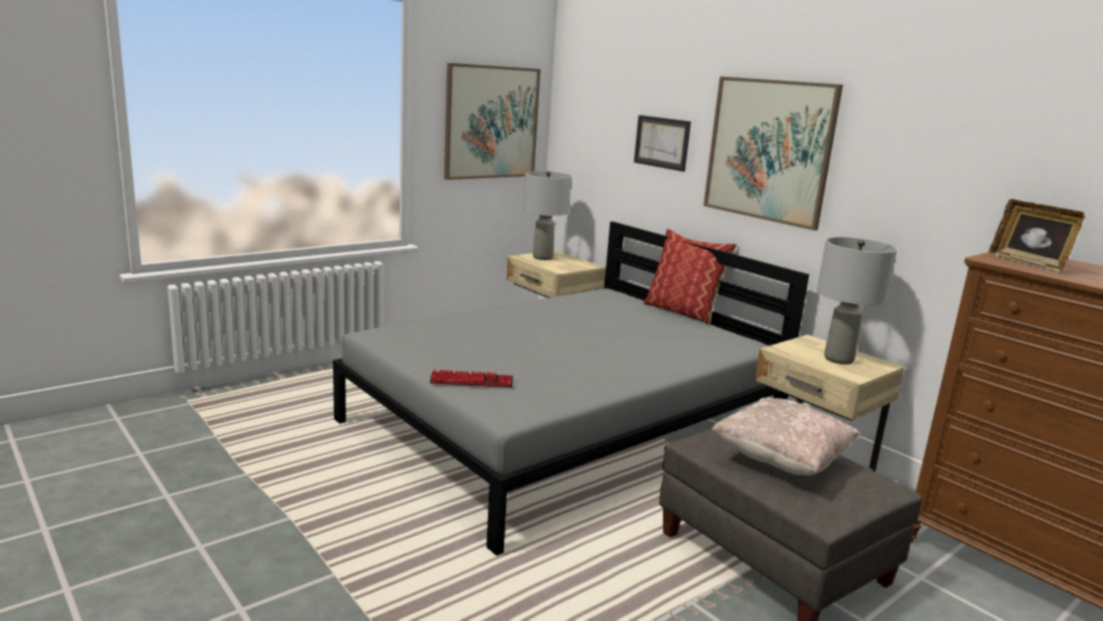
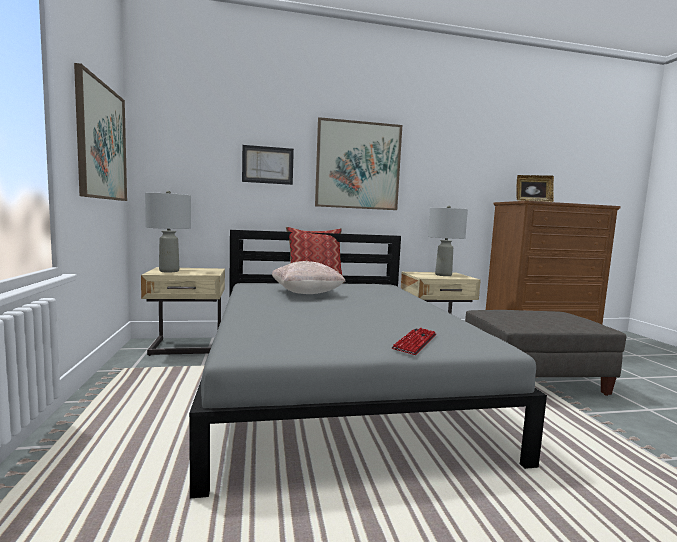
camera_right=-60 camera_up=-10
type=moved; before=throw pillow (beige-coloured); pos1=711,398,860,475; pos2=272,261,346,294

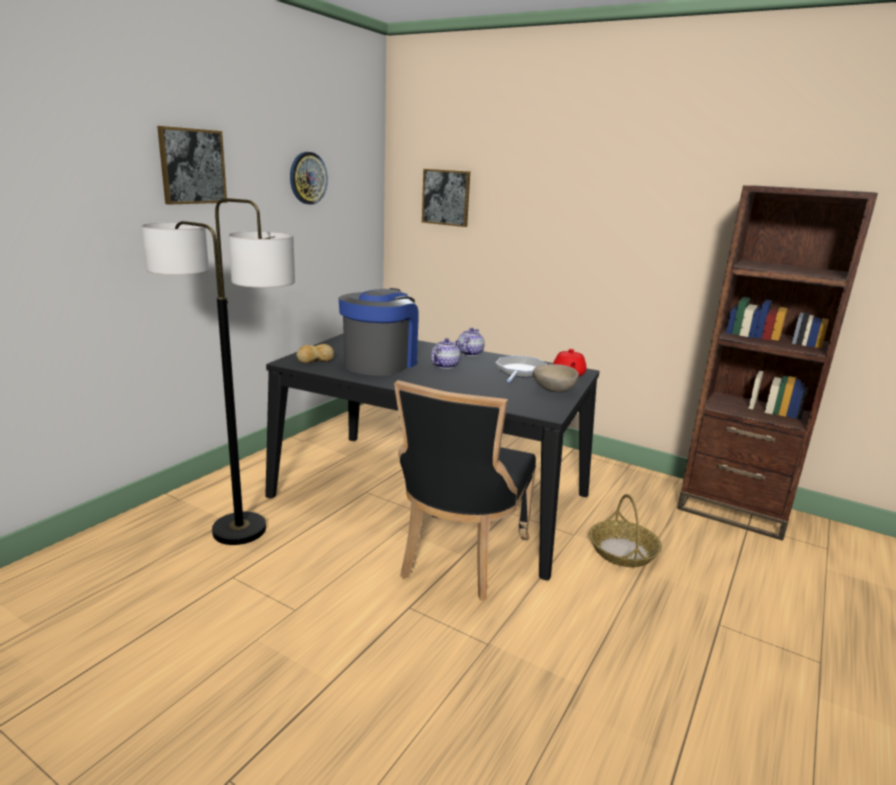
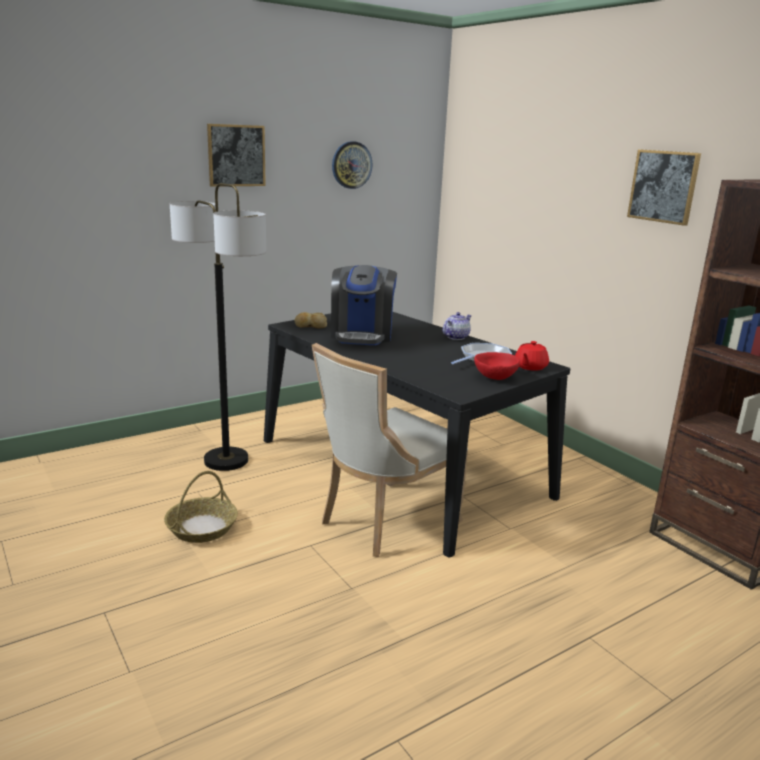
camera_right=25 camera_up=0
type=moved; before=wall art; pos1=422,169,470,227; pos2=627,149,701,226
type=turned; before=coffee maker; pos1=338,288,419,376; pos2=331,265,397,345; turn=135
type=removed; before=teapot; pos1=431,338,461,369
type=recoloured; before=deep dish (beige-coloured); after=deep dish (red-coloured); pos1=533,364,579,392; pos2=474,352,520,380
type=recoloured; before=chair (black); after=chair (beige-coloured); pos1=394,380,536,601; pos2=312,343,468,557
type=moved; before=household basket; pos1=589,494,662,567; pos2=164,471,238,543

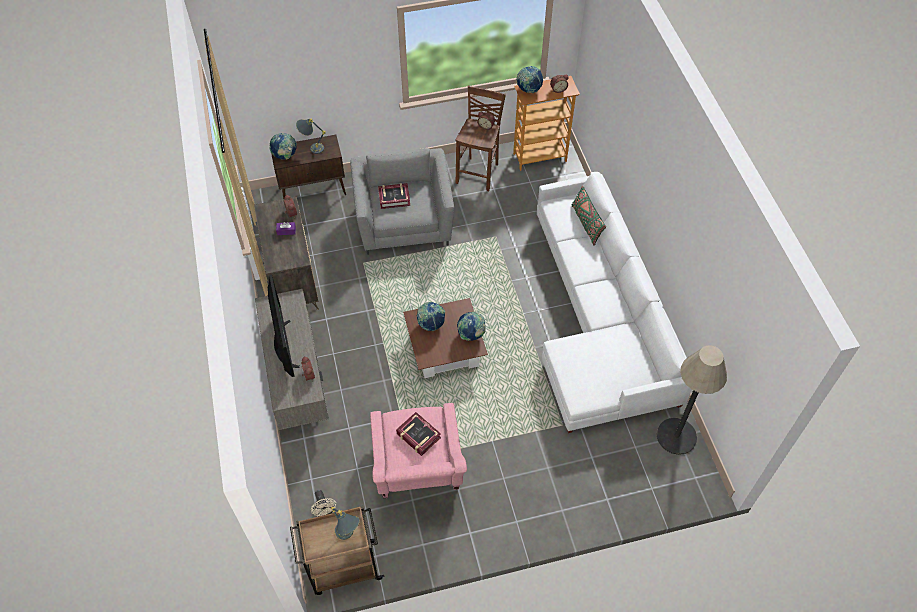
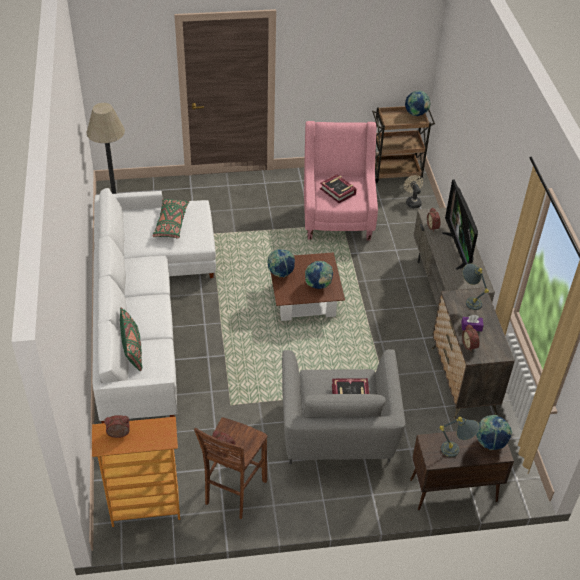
camera_right=-175 camera_up=-10
type=moved; before=globe; pos1=516,66,543,93; pos2=405,91,431,116
type=moved; before=tabletop lamp (gray); pos1=331,507,360,540; pos2=462,263,489,310
type=added; after=throw pillow (greenish); pos2=152,199,189,239

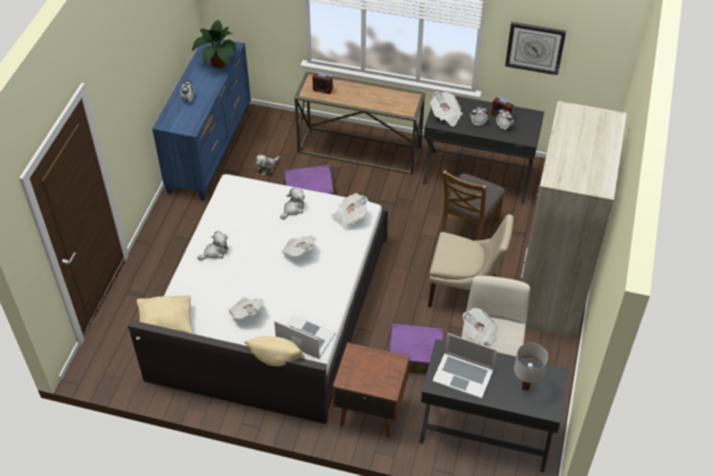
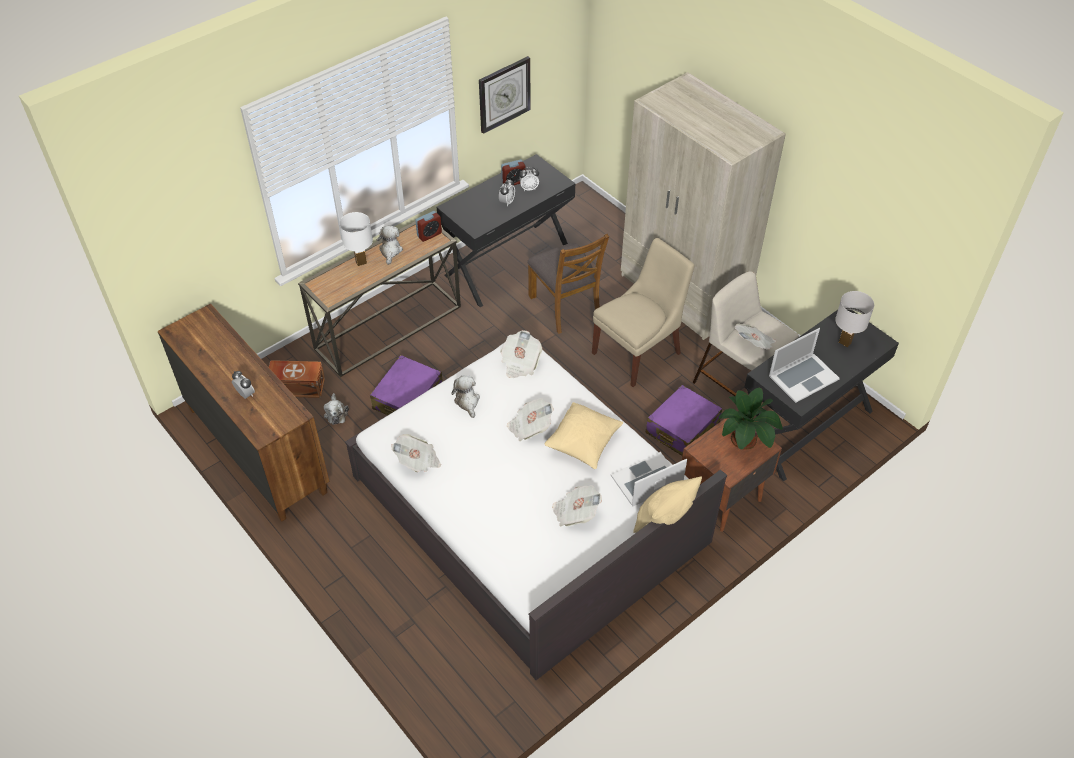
camera_right=-55 camera_up=0
type=moved; before=plant in a pot; pos1=192,20,237,68; pos2=719,388,782,450
type=recoloured; before=drawer chest (blue); after=drawer chest (brown); pos1=152,40,251,200; pos2=158,303,330,522
type=moved; before=table clock; pos1=312,71,333,94; pos2=415,211,442,242
type=moved; before=newspaper; pos1=430,91,463,126; pos2=391,434,441,472
type=moved; before=soft toy; pos1=197,231,228,260; pos2=377,226,403,265
type=moved; before=throw pillow (beige-coloured); pos1=136,295,193,340; pos2=544,402,623,469
type=added; after=tabletop lamp (white); pos2=339,212,373,266
type=added; after=storage bin (brown); pos2=269,360,325,398

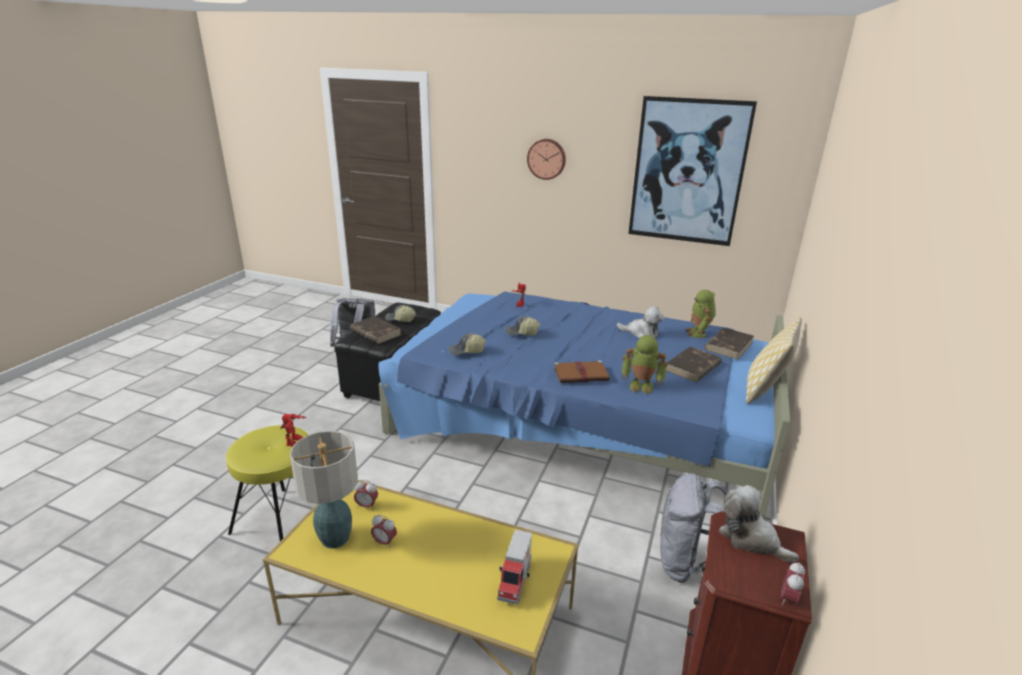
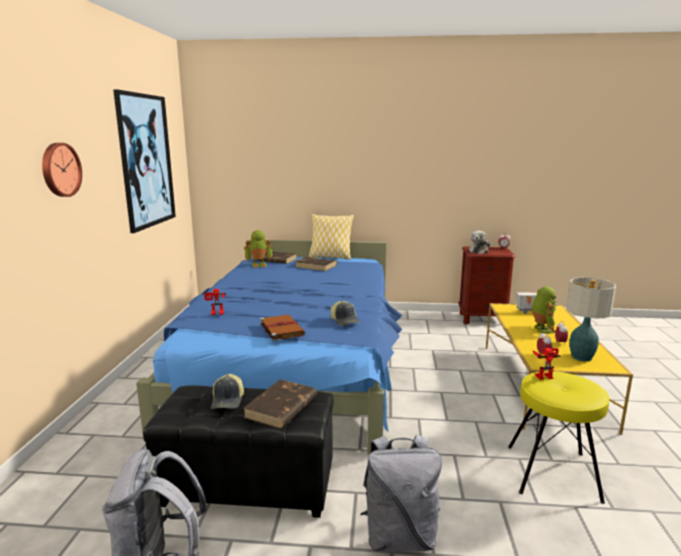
camera_right=-105 camera_up=-10
type=removed; before=soft toy; pos1=617,306,664,338
type=removed; before=baseball cap; pos1=505,316,541,335
type=moved; before=model robot; pos1=621,335,668,395; pos2=532,286,556,334
type=moved; before=book (brown); pos1=554,360,610,383; pos2=260,315,305,341
type=moved; before=knapsack (gray); pos1=660,473,727,583; pos2=361,435,442,552

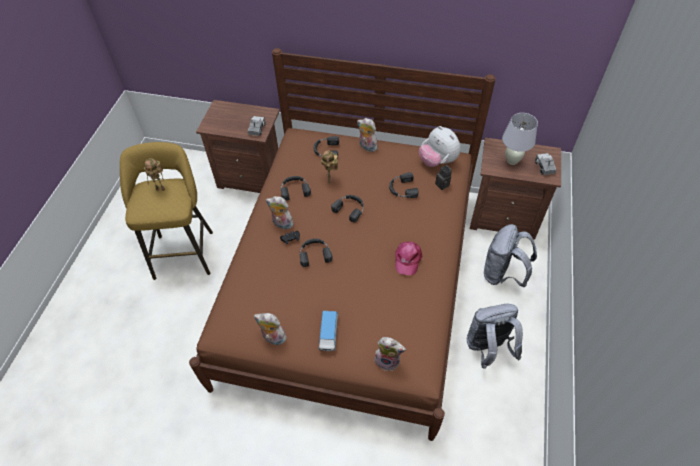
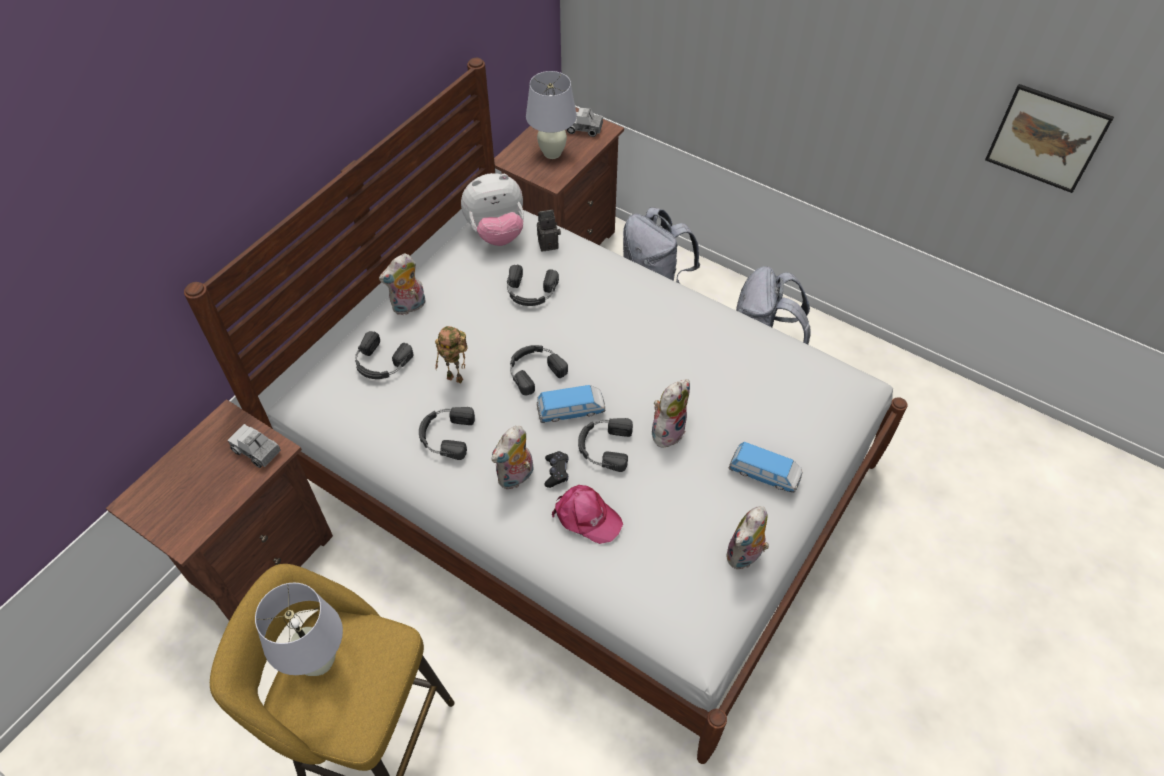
camera_right=-70 camera_up=0
type=recoloured; before=sleeping bed (brown); after=sleeping bed (white); pos1=189,48,496,441; pos2=184,58,908,764
type=replaced; before=model robot; after=tabletop lamp (white); pos1=144,159,165,191; pos2=255,583,343,676
type=moved; before=baseball cap (pink); pos1=395,242,422,275; pos2=552,485,623,544
type=moved; before=soft toy; pos1=374,337,406,371; pos2=652,379,690,451
type=added; after=wall art; pos2=985,84,1114,193
type=added; after=miniature car; pos2=537,385,605,423

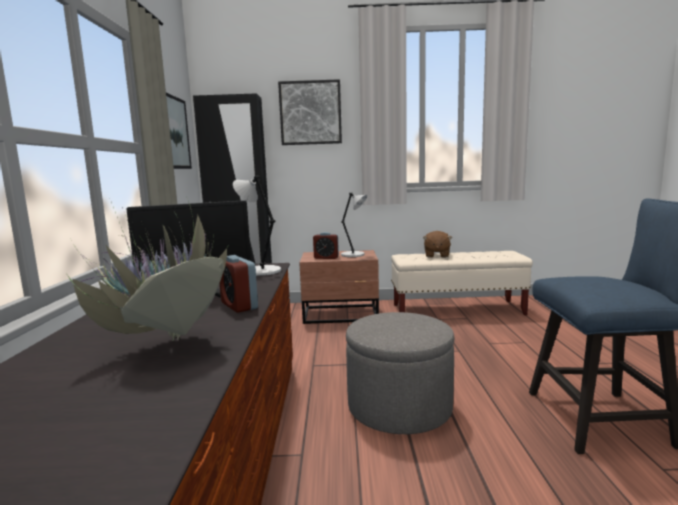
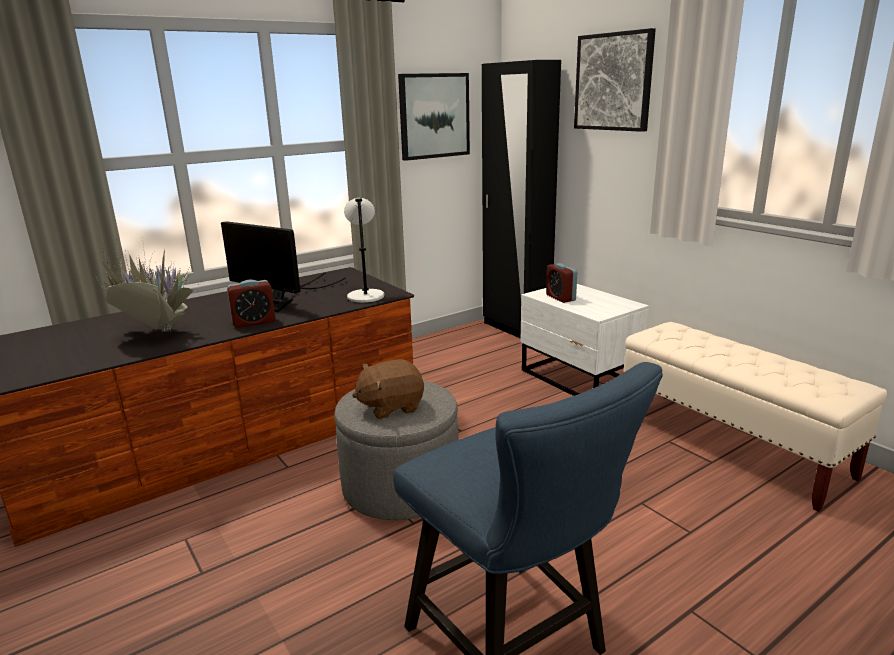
camera_right=55 camera_up=10
type=removed; before=tabletop lamp (gray); pos1=341,192,367,257
type=moved; before=soft toy (brown); pos1=423,231,452,258; pos2=352,359,424,419
type=recoloured; before=nightstand (brown); after=nightstand (white); pos1=299,250,379,324; pos2=521,284,649,396
type=turned; before=table clock; pos1=220,255,258,313; pos2=227,280,276,328; turn=-135

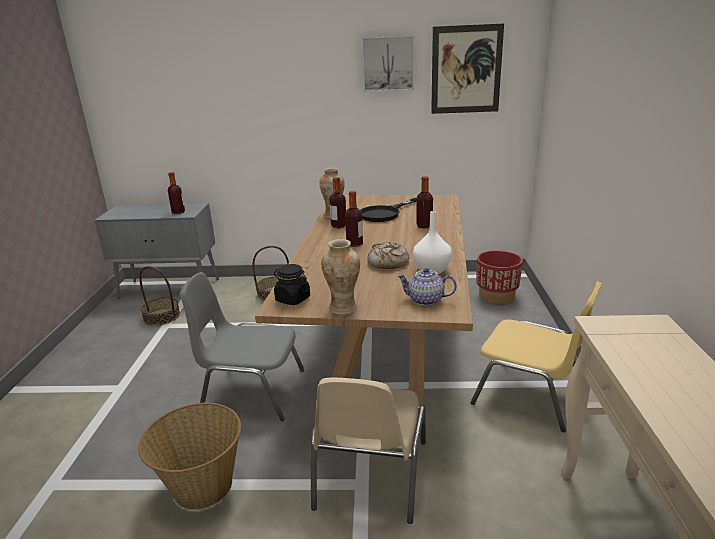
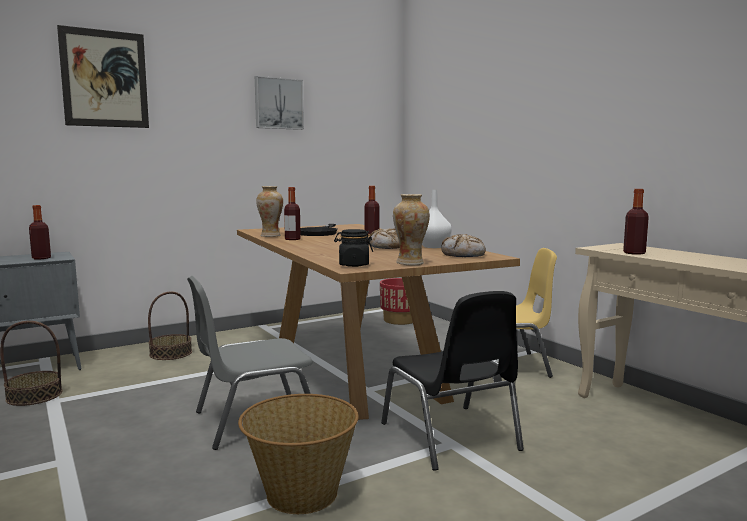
camera_right=-35 camera_up=-15
type=moved; before=wall art; pos1=431,24,504,114; pos2=57,25,149,128
type=moved; before=beverage bottle; pos1=345,191,363,247; pos2=623,189,649,255
type=replaced; before=teapot; after=bakery bread; pos1=397,268,457,306; pos2=441,234,486,257
type=recoloured; before=chair (beige-coloured); after=chair (black); pos1=310,377,426,524; pos2=381,291,524,471

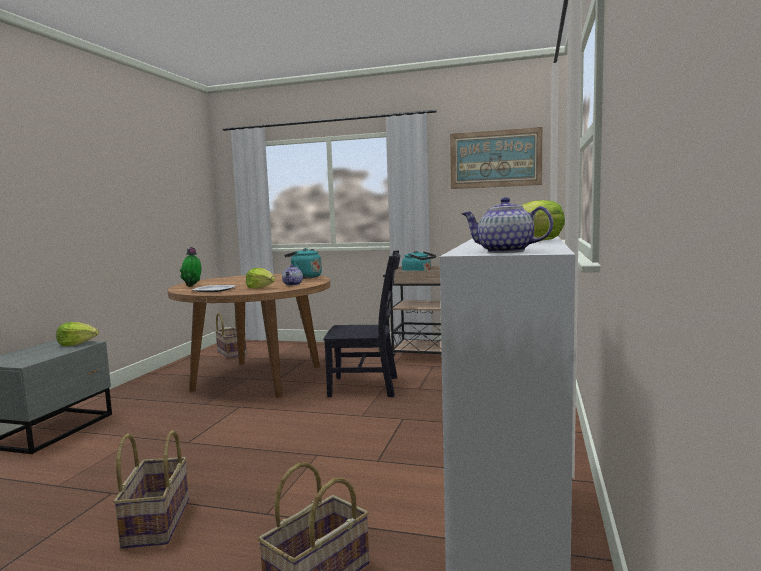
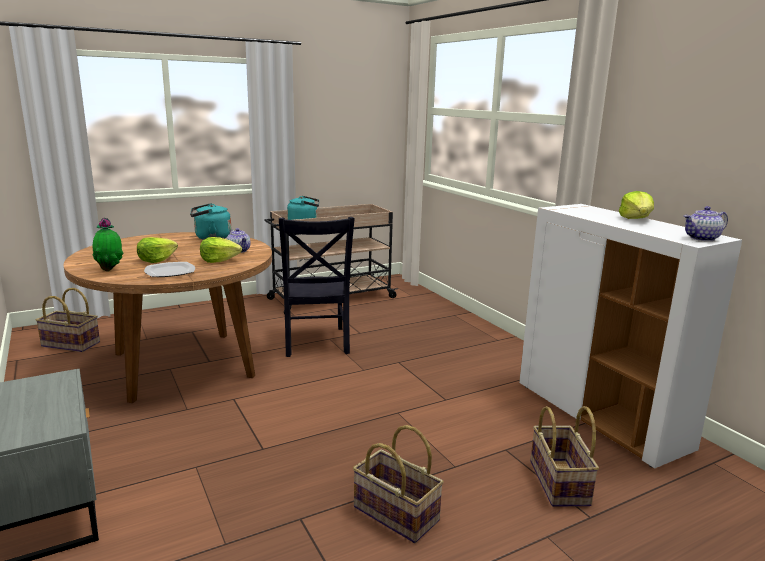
camera_right=-45 camera_up=10
type=removed; before=wall art; pos1=450,127,542,189
type=turned; before=chair (black); pos1=323,251,400,397; pos2=279,217,355,357; turn=120
type=moved; before=lettuce head; pos1=56,322,99,346; pos2=137,237,178,263

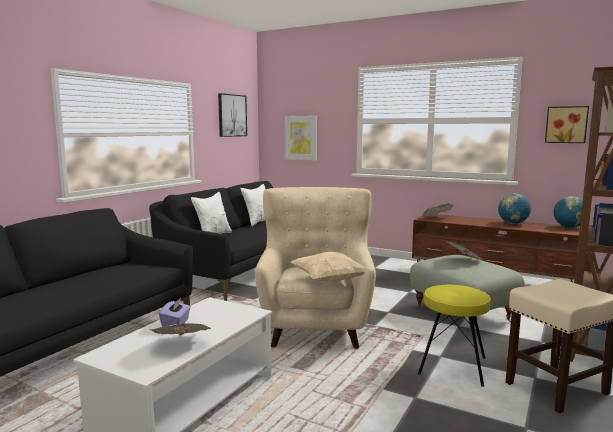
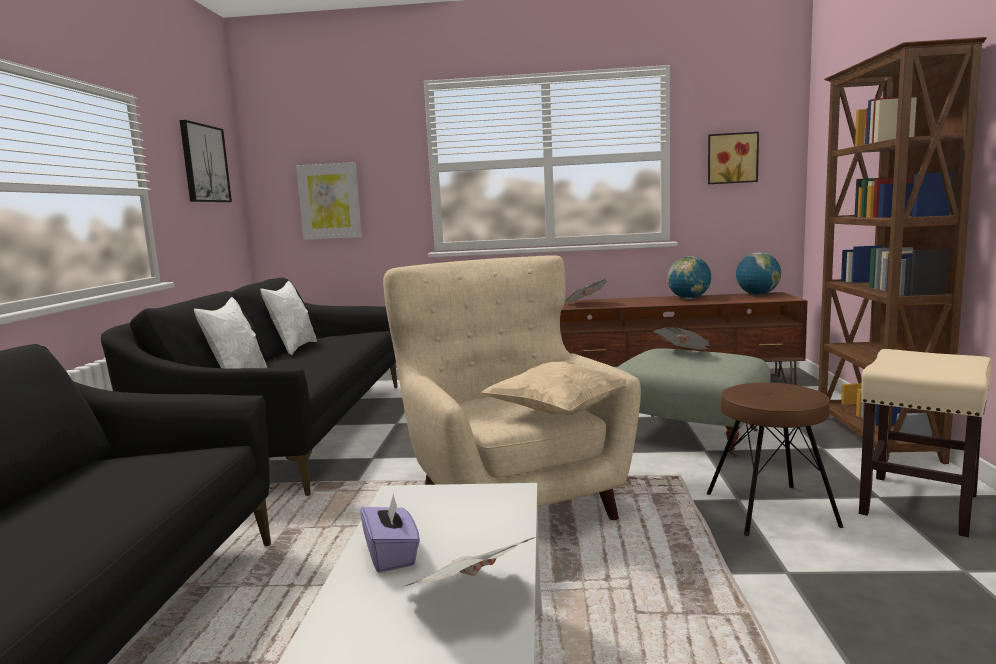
camera_right=-25 camera_up=0
type=recoloured; before=stool (yellow); after=stool (brown); pos1=418,285,491,387; pos2=707,382,844,536

